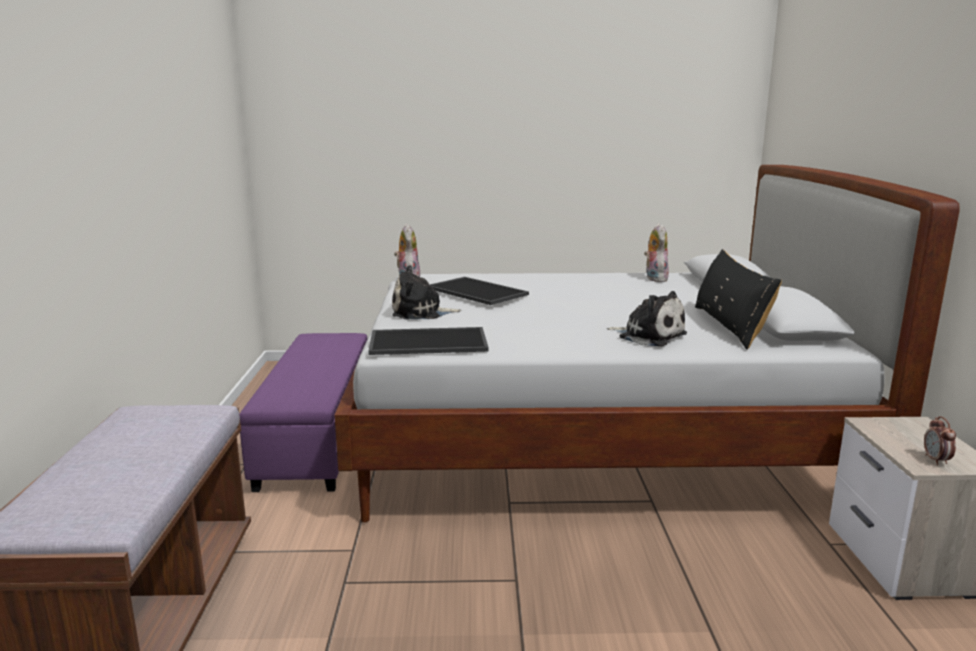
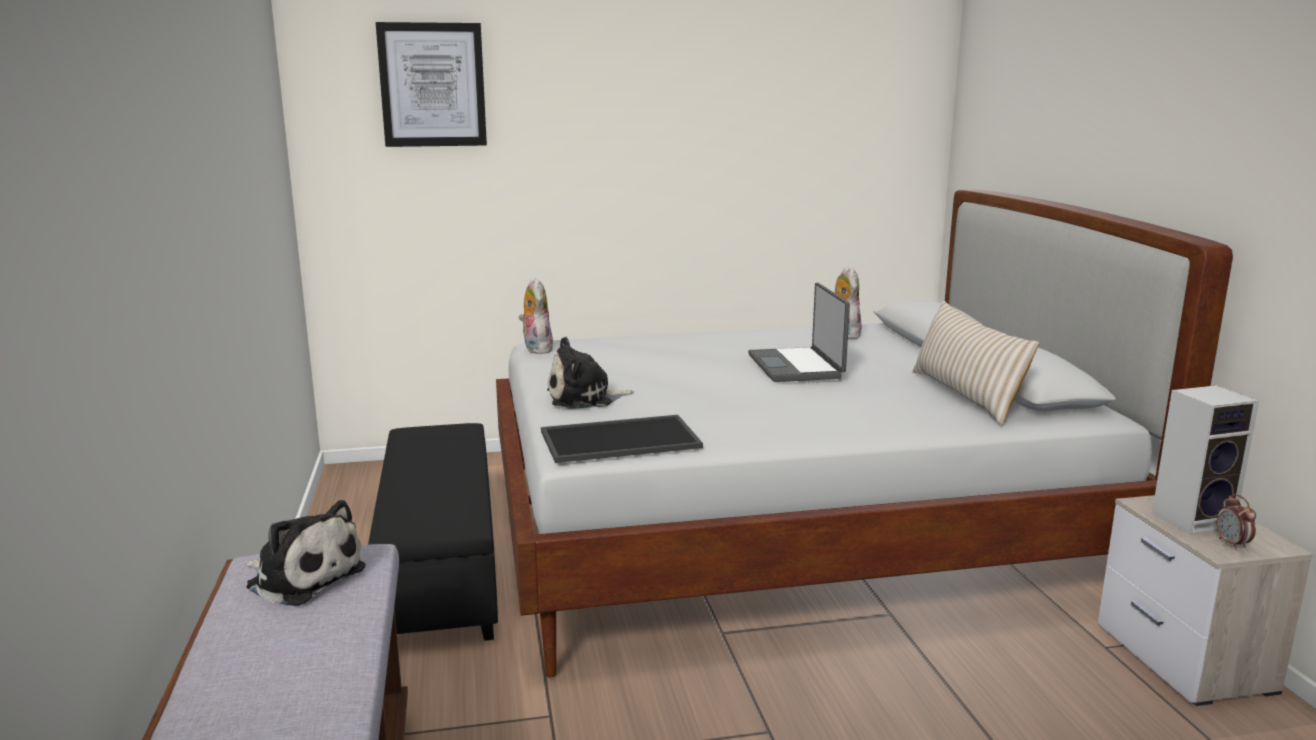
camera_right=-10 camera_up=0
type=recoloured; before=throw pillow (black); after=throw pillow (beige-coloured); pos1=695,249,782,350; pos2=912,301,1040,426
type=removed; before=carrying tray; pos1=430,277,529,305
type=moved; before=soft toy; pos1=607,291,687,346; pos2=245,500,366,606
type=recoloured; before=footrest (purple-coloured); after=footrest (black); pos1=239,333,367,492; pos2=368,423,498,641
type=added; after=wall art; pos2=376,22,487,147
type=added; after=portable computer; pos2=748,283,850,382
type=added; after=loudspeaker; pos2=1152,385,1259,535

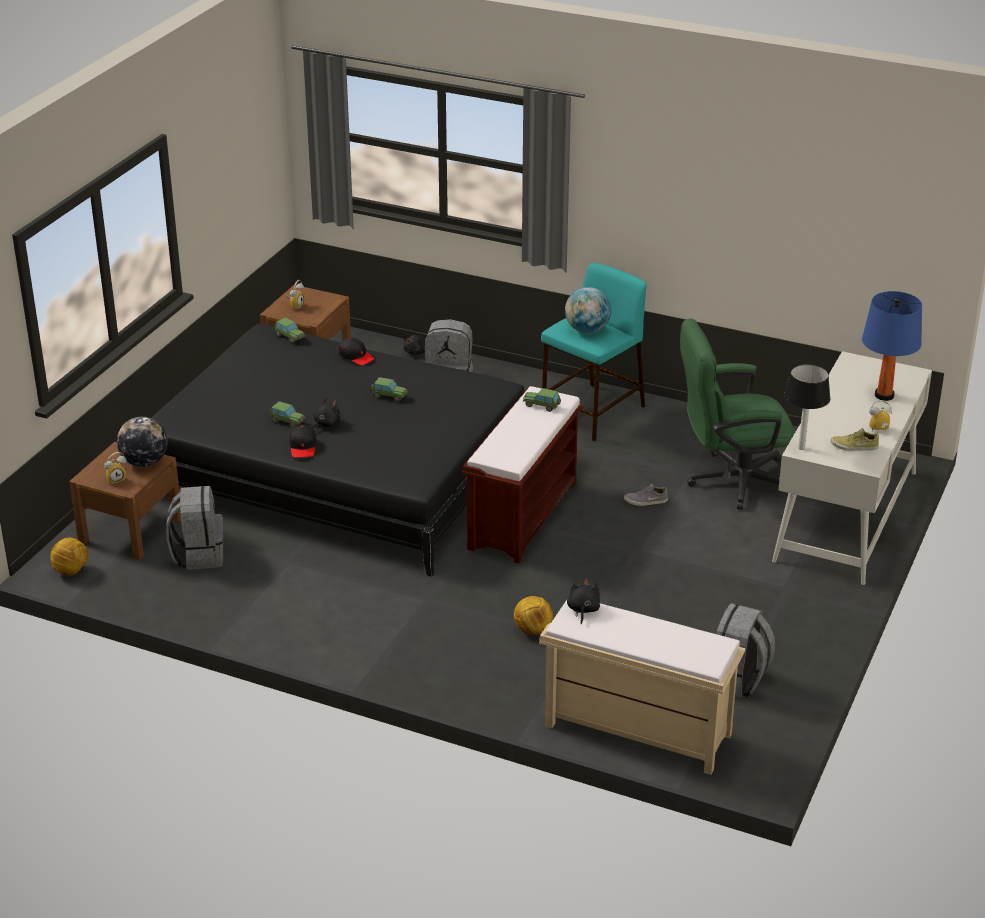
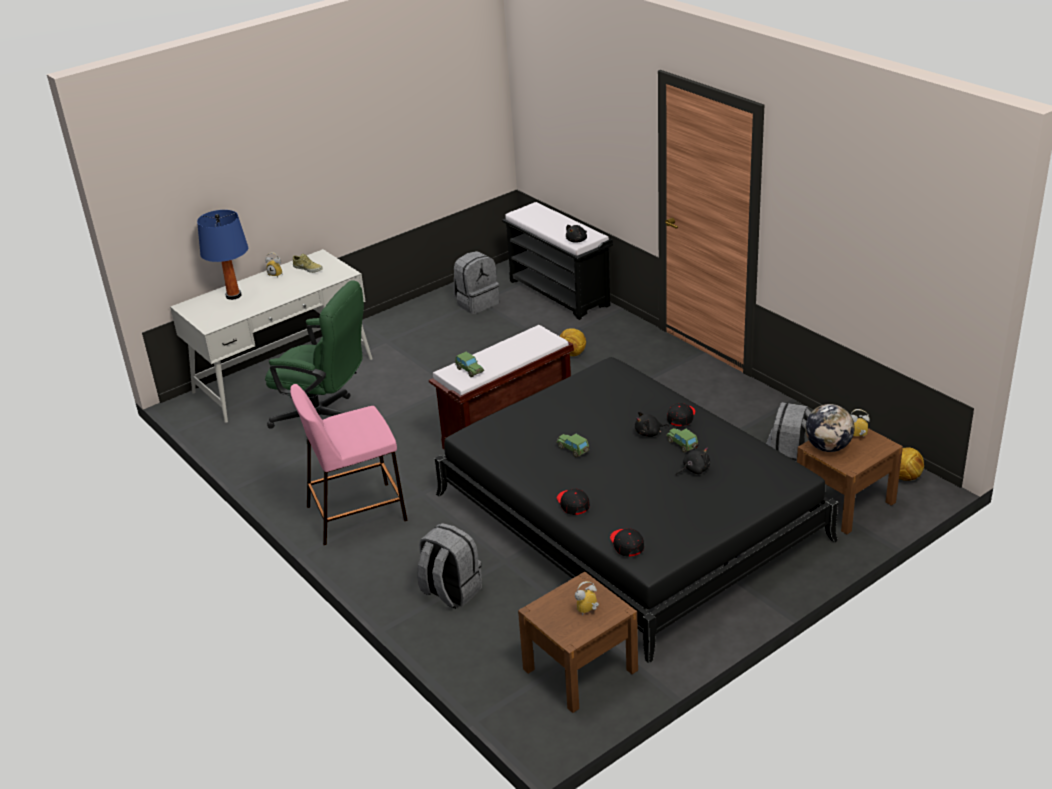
camera_right=-150 camera_up=0
type=recoloured; before=stool (blue-green); after=stool (pink); pos1=541,263,646,441; pos2=290,384,408,545
type=removed; before=globe; pos1=565,287,611,333
type=replaced; before=miniature car; after=baseball cap (black); pos1=275,317,306,343; pos2=610,528,644,557
type=moved; before=soft toy (black); pos1=403,334,425,355; pos2=676,444,710,475
type=removed; before=tabletop lamp; pos1=784,364,831,450
type=removed; before=low shoe (gray); pos1=624,484,668,506
type=recoloured; before=bench (beige-coloured); after=bench (black); pos1=539,600,746,775; pos2=502,202,613,320

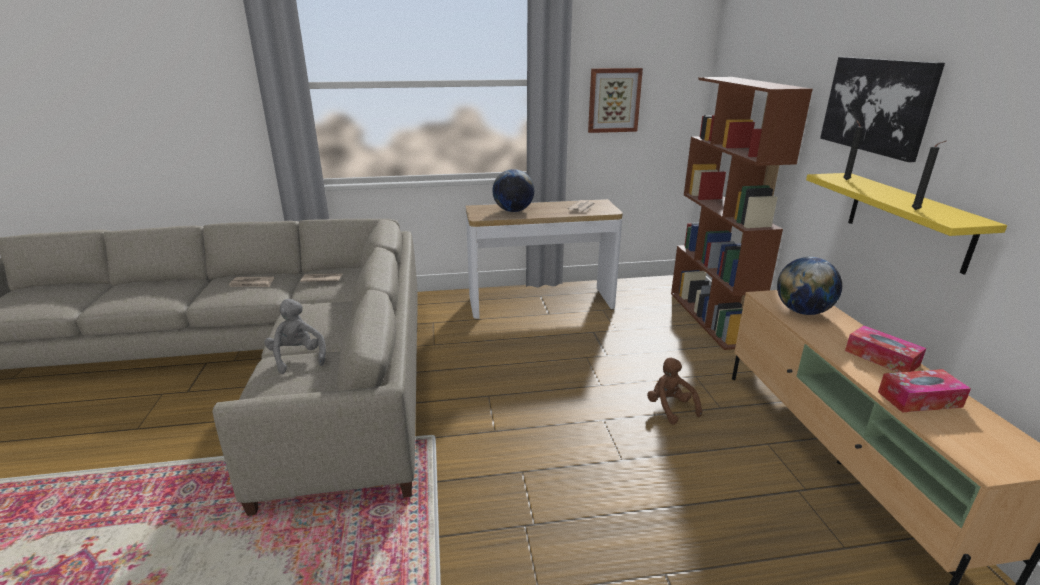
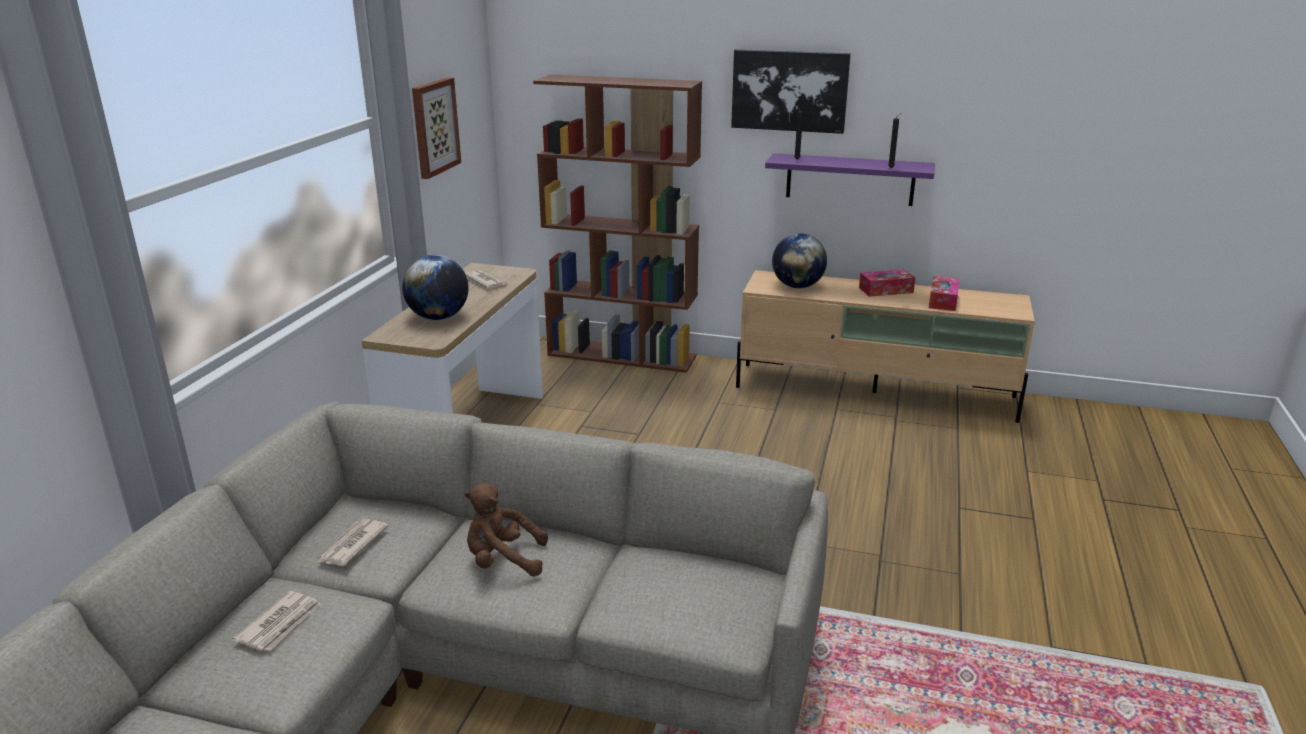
camera_right=-65 camera_up=0
type=recoloured; before=wall shelf (yellow); after=wall shelf (purple-coloured); pos1=806,173,1007,275; pos2=765,153,935,206
type=removed; before=soft toy (gray); pos1=264,299,326,374
type=moved; before=soft toy (brown); pos1=647,358,702,425; pos2=465,483,548,577

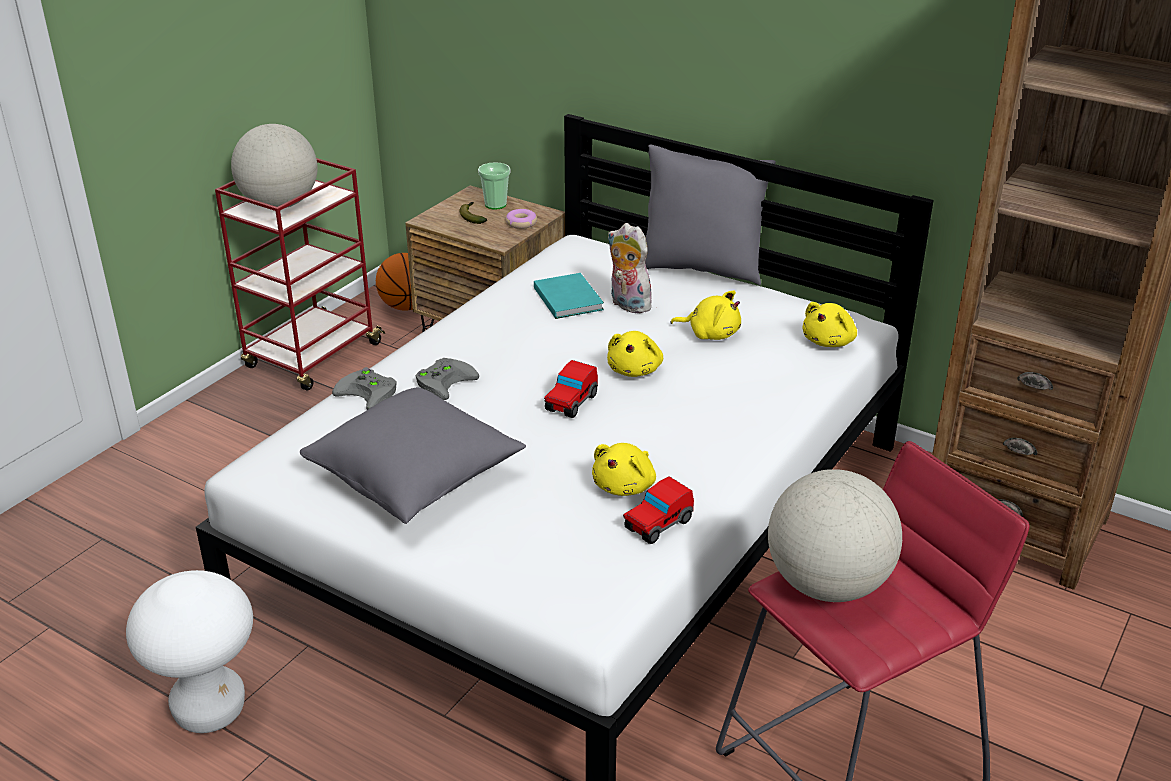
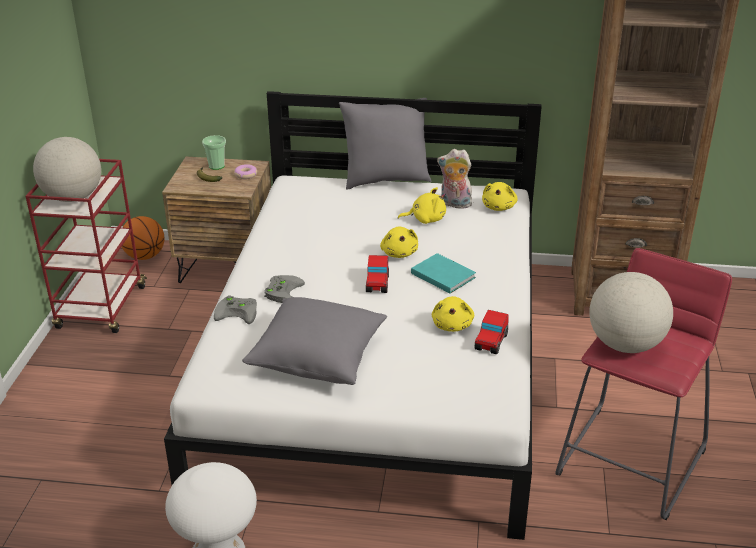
camera_right=-25 camera_up=0
type=moved; before=soft toy; pos1=608,223,652,313; pos2=437,149,472,209
type=moved; before=book (blue-green); pos1=534,273,604,319; pos2=411,253,476,293

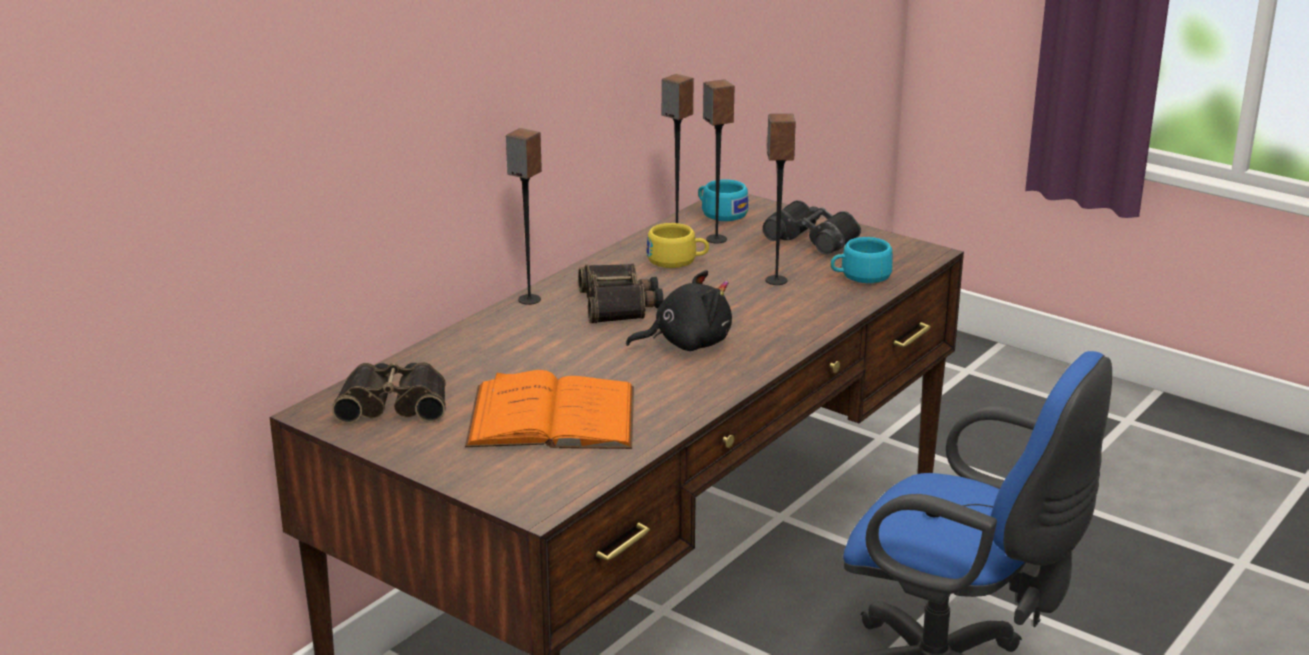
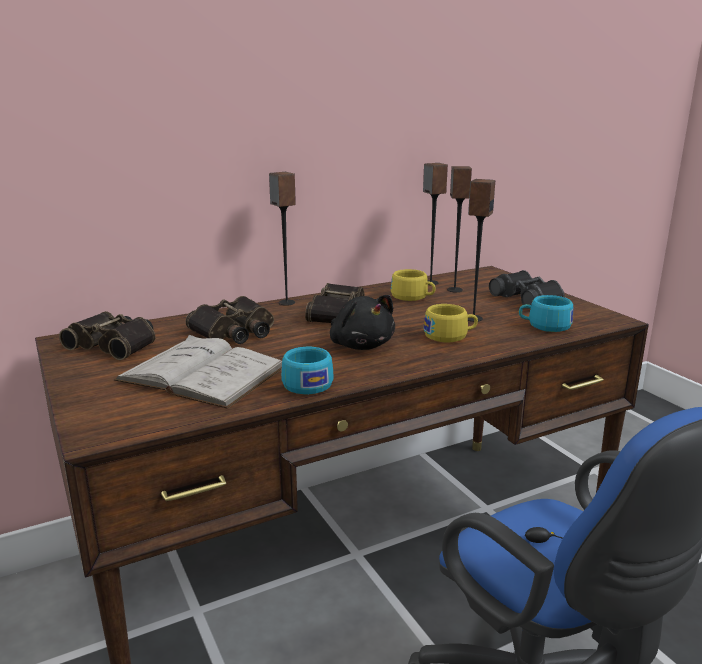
camera_right=25 camera_up=-5
type=moved; before=cup (blue-green); pos1=698,179,749,221; pos2=281,347,333,394
type=turned; before=soft toy (black); pos1=626,270,732,351; pos2=330,295,395,350; turn=45
type=recoloured; before=book (orangey); after=book (white); pos1=465,370,634,449; pos2=113,335,282,409
type=added; after=field glasses; pos2=186,296,274,344
type=added; after=cup (yellow); pos2=424,304,478,342

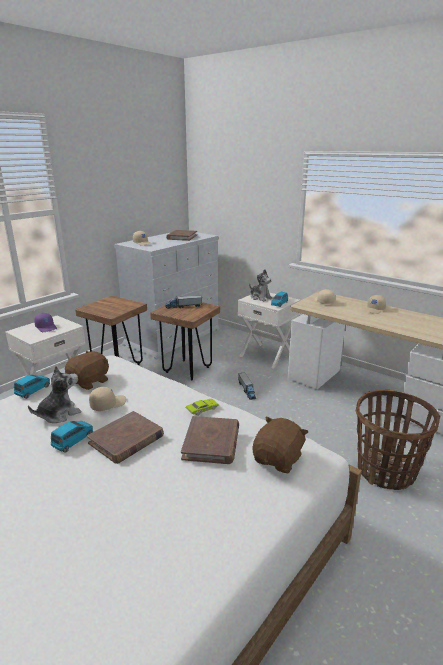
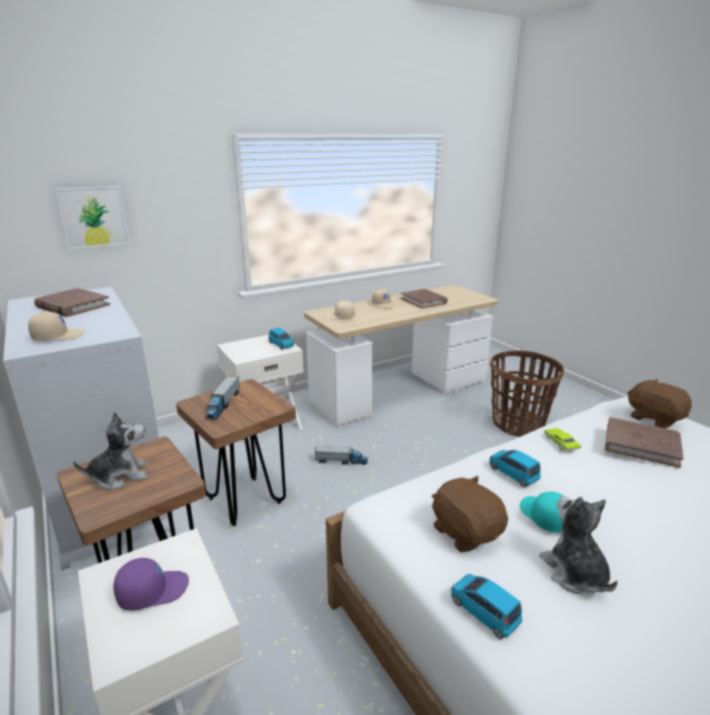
camera_right=-70 camera_up=0
type=moved; before=soft toy; pos1=249,269,272,301; pos2=73,412,147,489
type=recoloured; before=baseball cap (beige-coloured); after=baseball cap (blue-green); pos1=89,387,126,411; pos2=520,491,564,533
type=moved; before=book (brown); pos1=87,411,164,464; pos2=401,289,448,308
type=moved; before=miniature car (blue); pos1=51,421,93,453; pos2=489,450,541,487
type=added; after=wall art; pos2=55,186,130,250

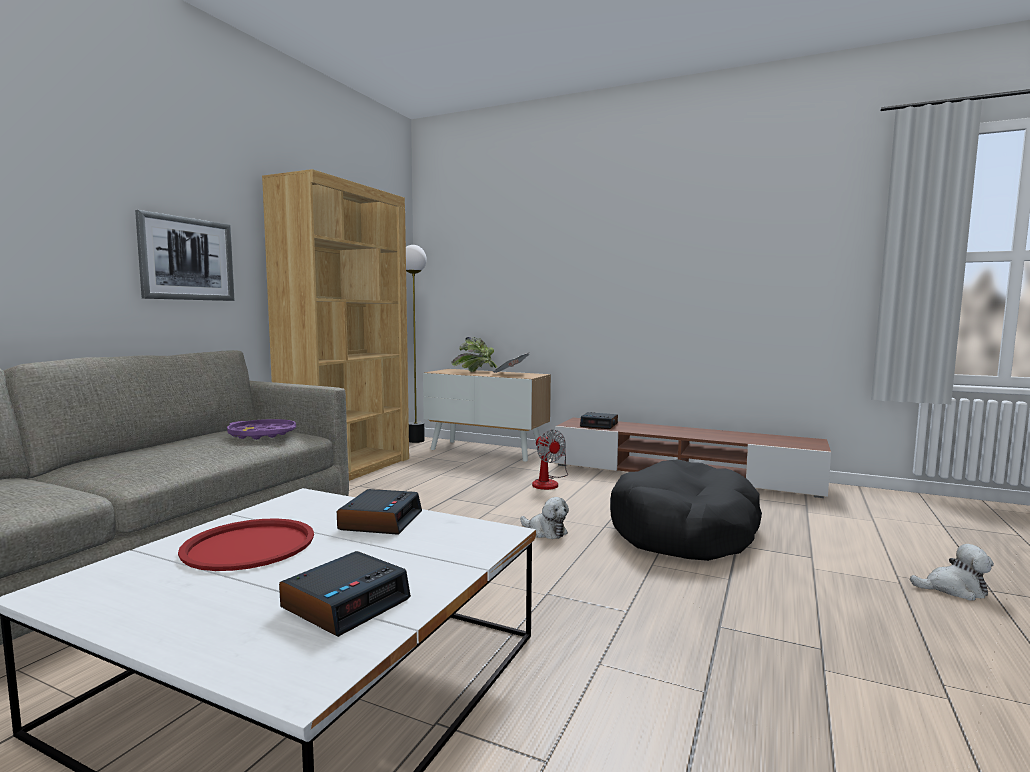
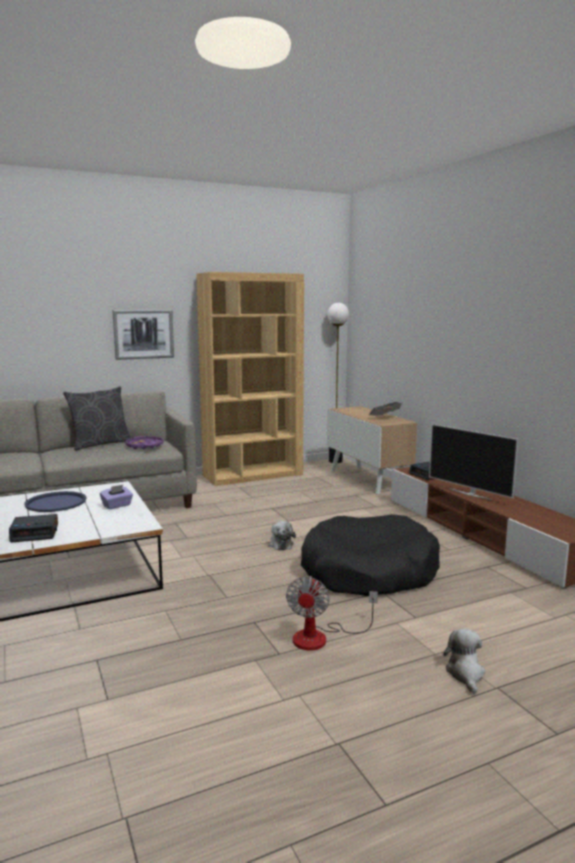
camera_right=40 camera_up=5
type=removed; before=plant in a pot; pos1=452,337,498,372
type=moved; before=fan; pos1=532,430,568,490; pos2=286,576,378,651
type=replaced; before=table clock; after=tissue box (purple-coloured); pos1=337,489,422,535; pos2=100,485,133,509
type=recoloured; before=carrying tray (red-coloured); after=carrying tray (blue); pos1=178,518,314,571; pos2=24,491,87,512
type=turned; before=soft toy; pos1=910,544,994,601; pos2=443,629,485,694; turn=-135
type=added; after=throw pillow (gray); pos2=63,386,131,451
type=added; after=TV; pos2=429,424,518,500

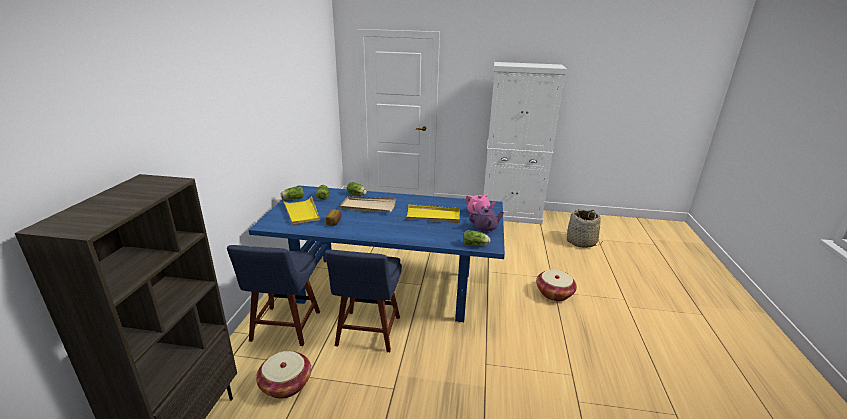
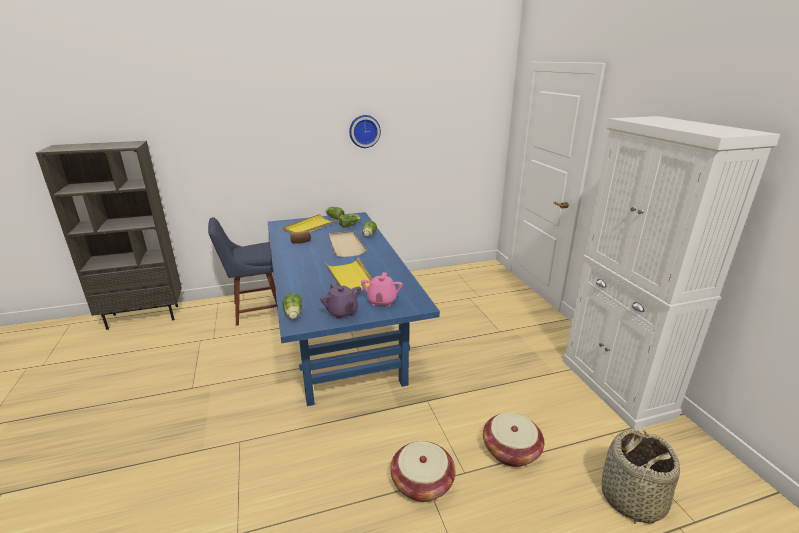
camera_right=65 camera_up=0
type=removed; before=chair (blue); pos1=325,250,402,352
type=moved; before=household basket; pos1=256,351,311,399; pos2=483,413,544,467
type=added; after=wall clock; pos2=349,115,381,148

